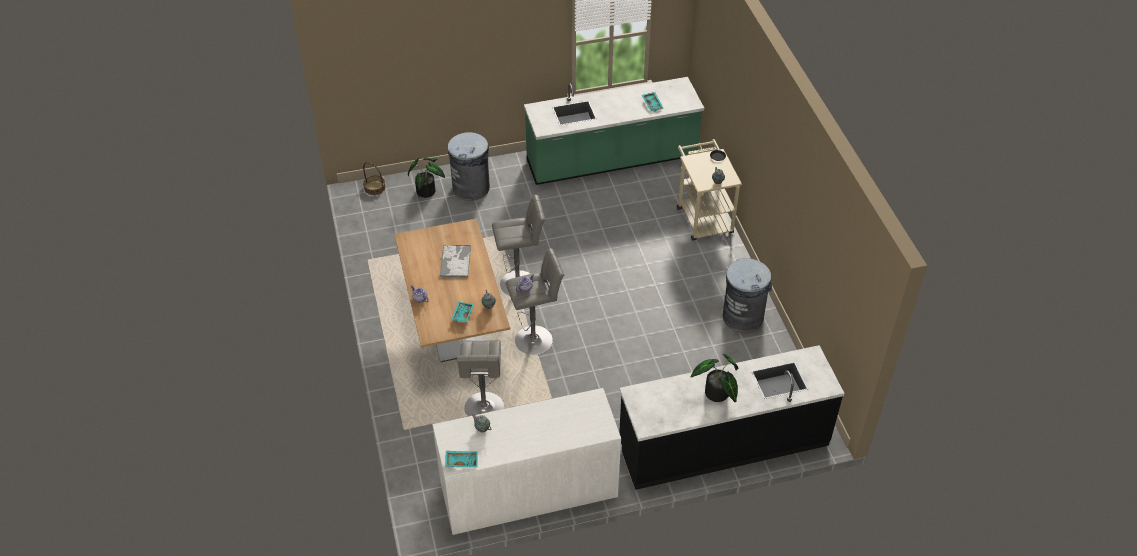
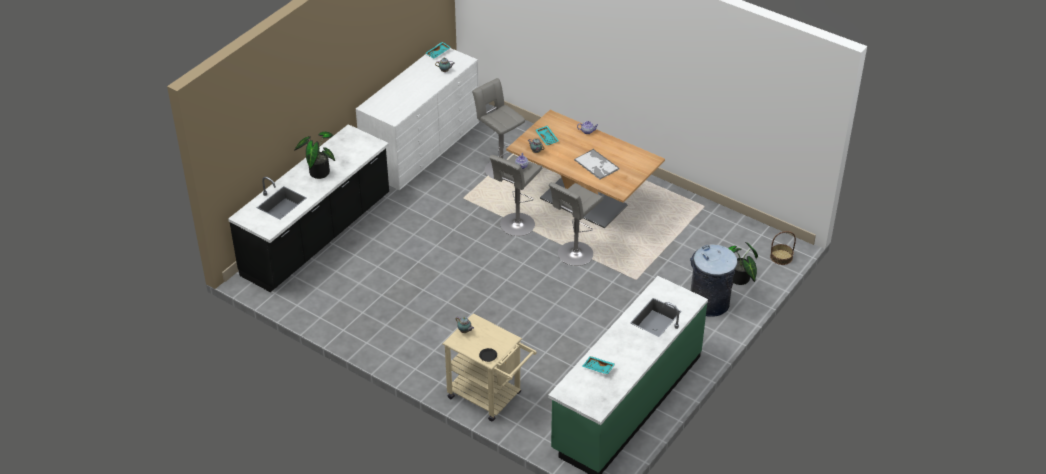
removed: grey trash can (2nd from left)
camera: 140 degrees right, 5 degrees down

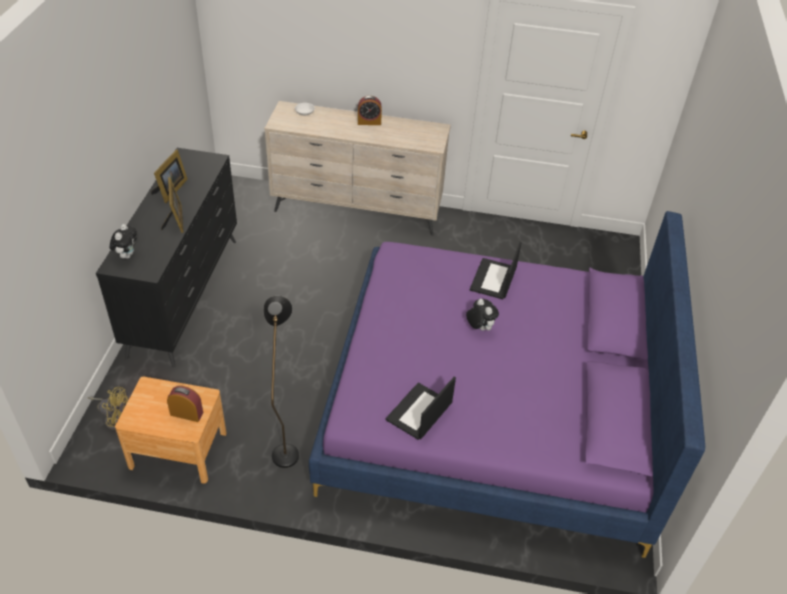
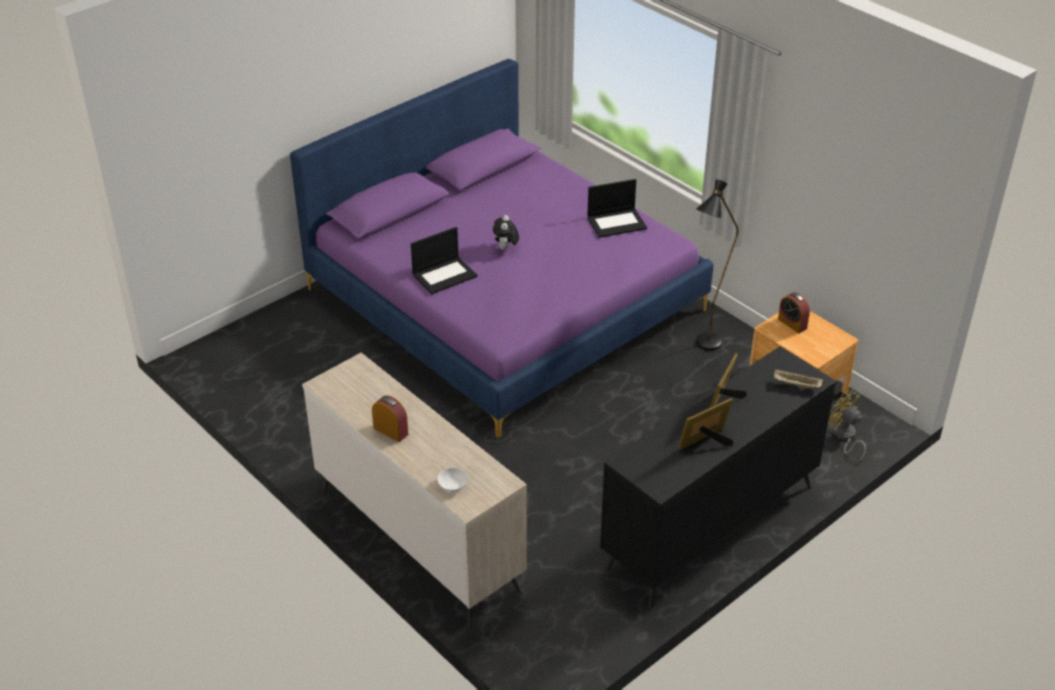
replaced: plush toy (1st from left) to beige tray
camera: 140 degrees left, 5 degrees down

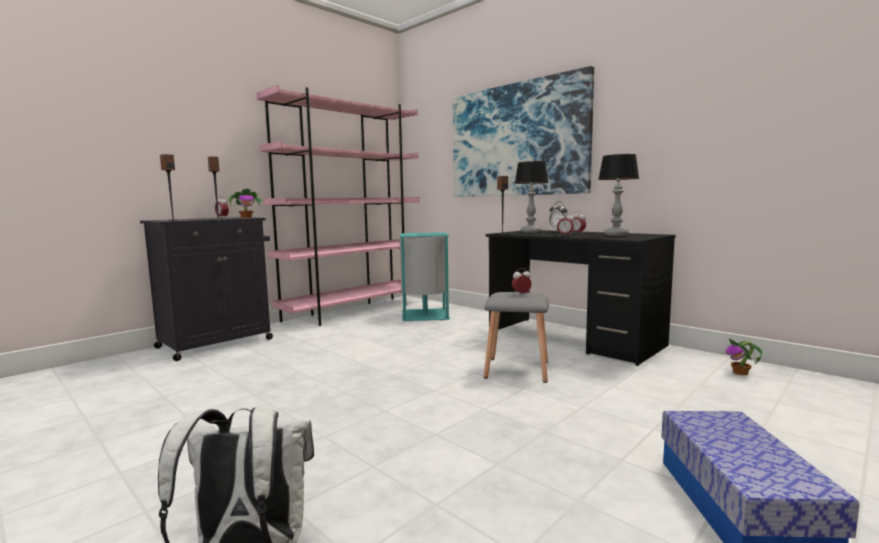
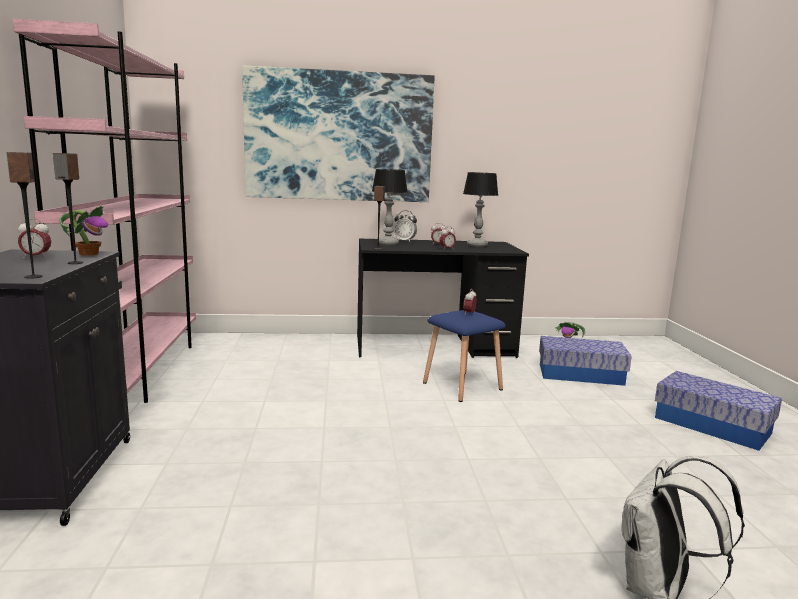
removed: turquoise trash can
added: storage box (1st from left)
recoloured: grey stool to blue stool
camera: 50 degrees left, 5 degrees up

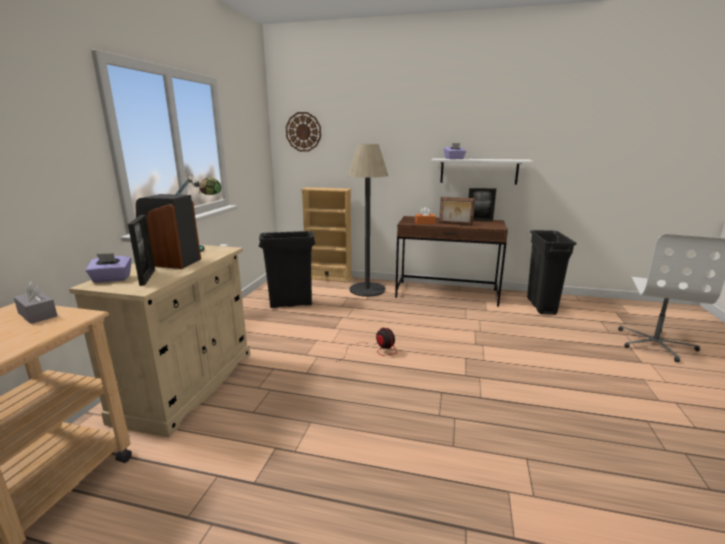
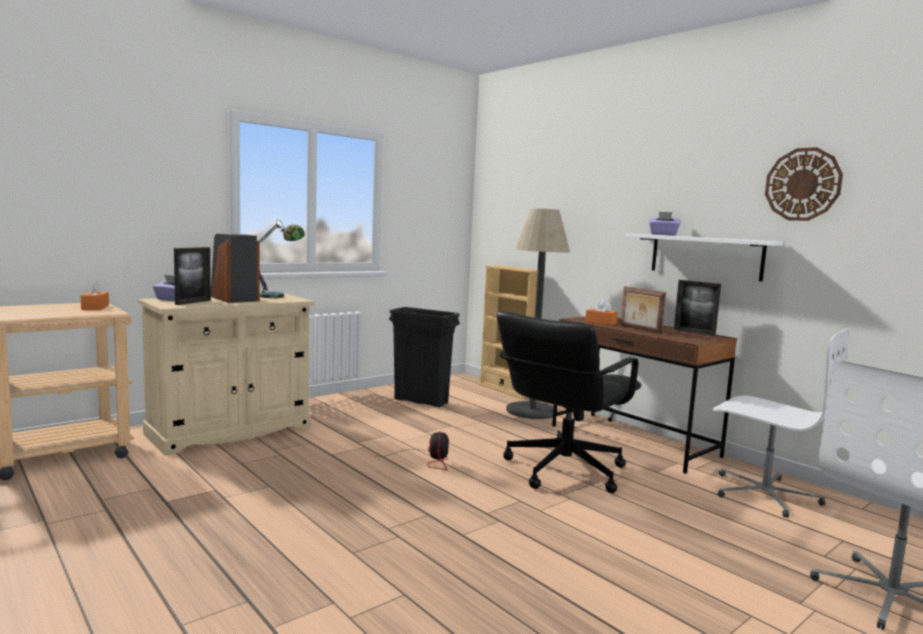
added: black office chair
moved: wall clock
replaced: black trash can (2nd from left) to white office chair (1st from left)
recoloured: grey tissue box to orange tissue box (1st from left)
camera: 35 degrees right, 10 degrees down

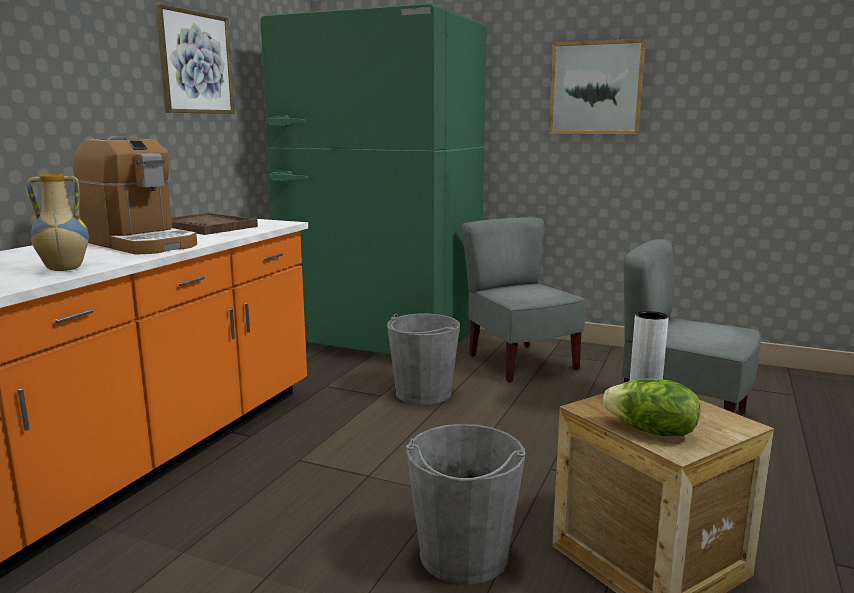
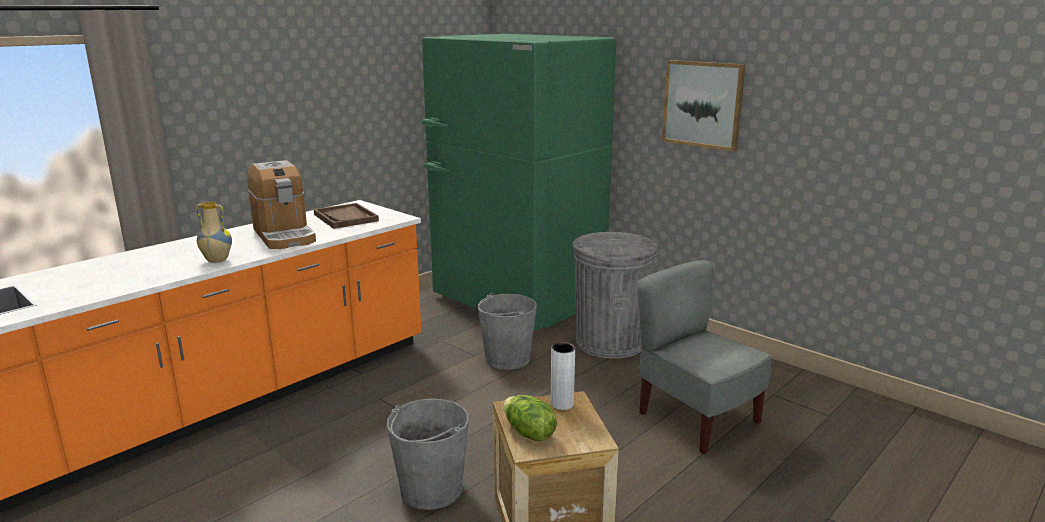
removed: picture (1st from left)
replaced: grey chair (1st from left) to grey trash can
camera: 20 degrees right, 5 degrees up

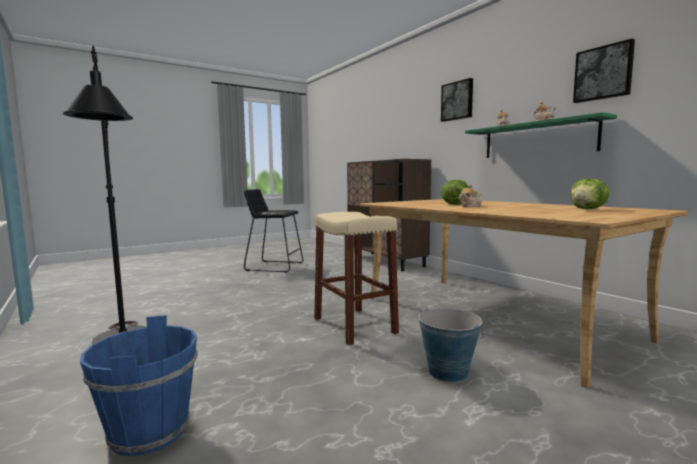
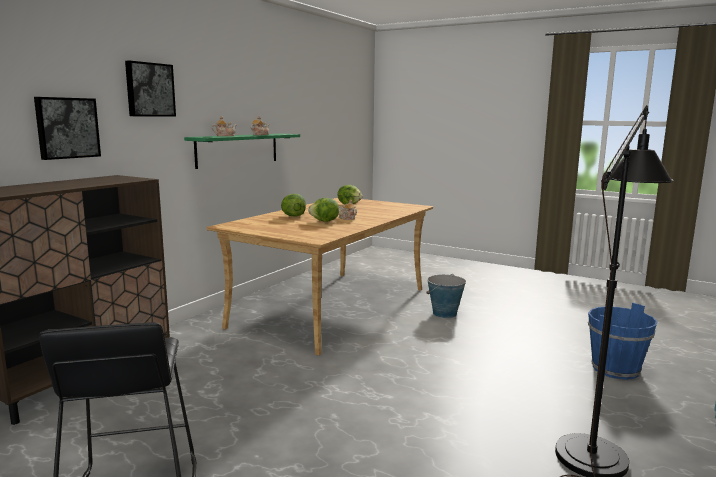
removed: beige stool
added: lettuce (1st from left)
moved: picture (2nd from left in the first image) to picture (1st from left)
camera: 115 degrees left, 5 degrees up

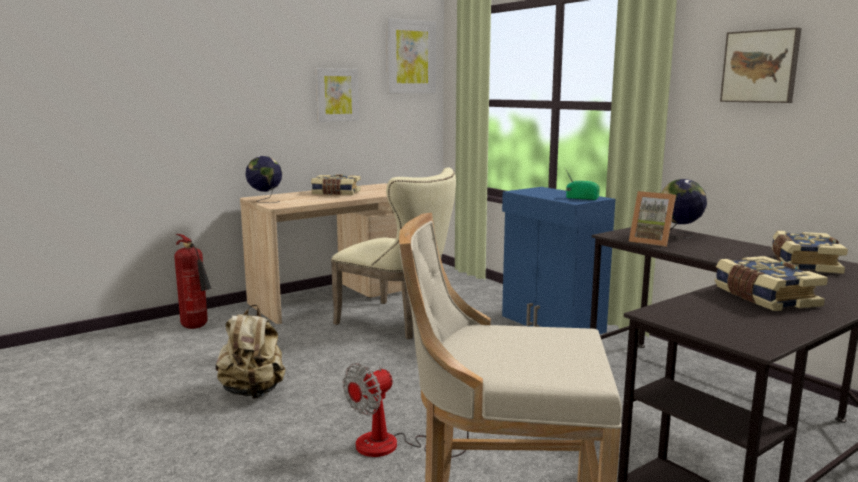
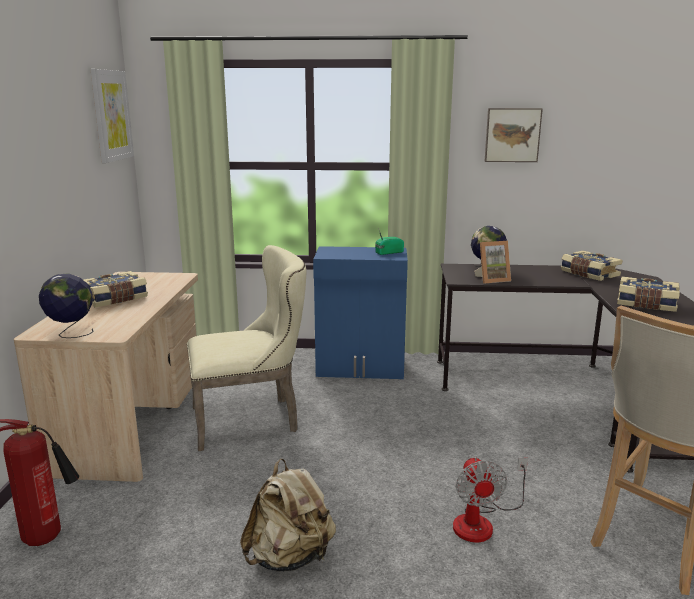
removed: picture (1st from left)
camera: 50 degrees left, 5 degrees up

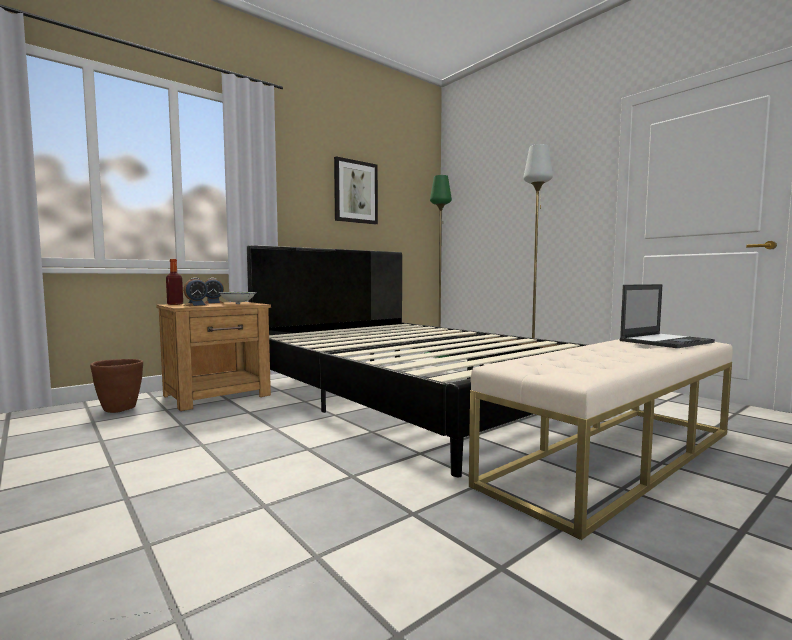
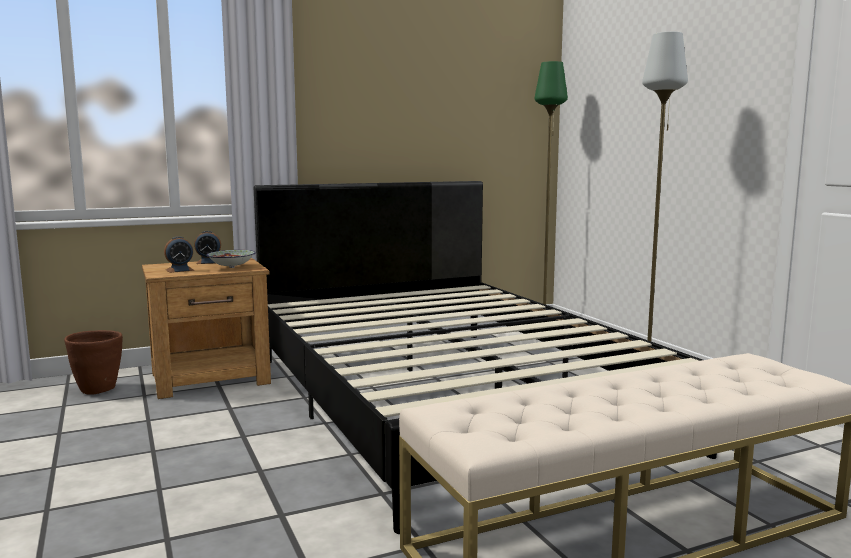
removed: bottle; picture; laptop
camera: 15 degrees right, 5 degrees up

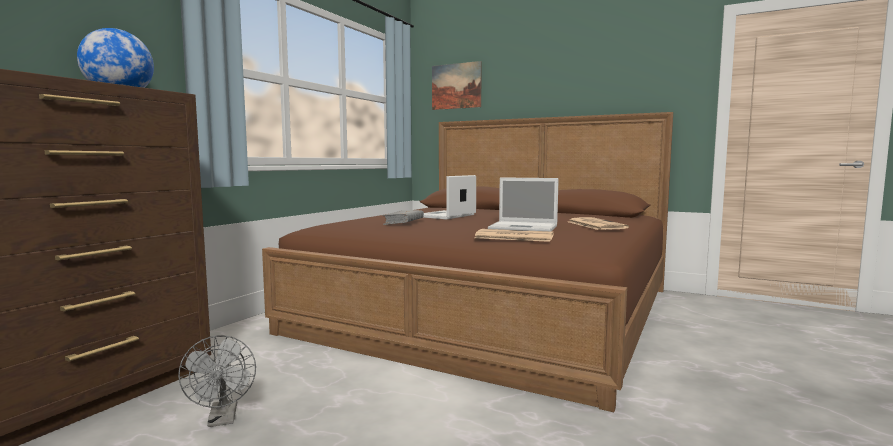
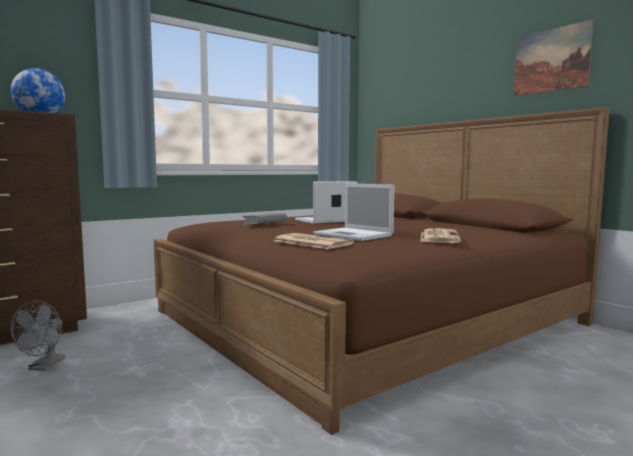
moved: picture
camera: 25 degrees right, 0 degrees up

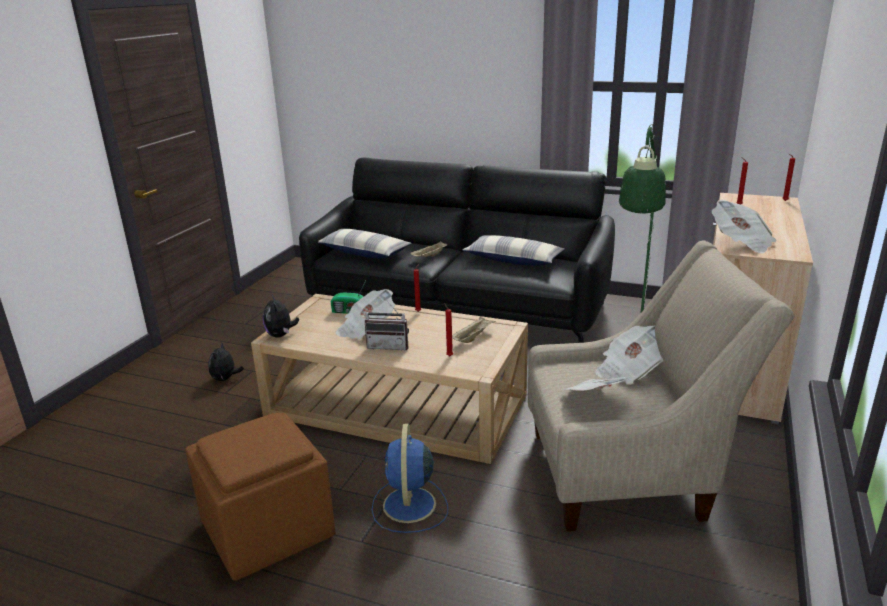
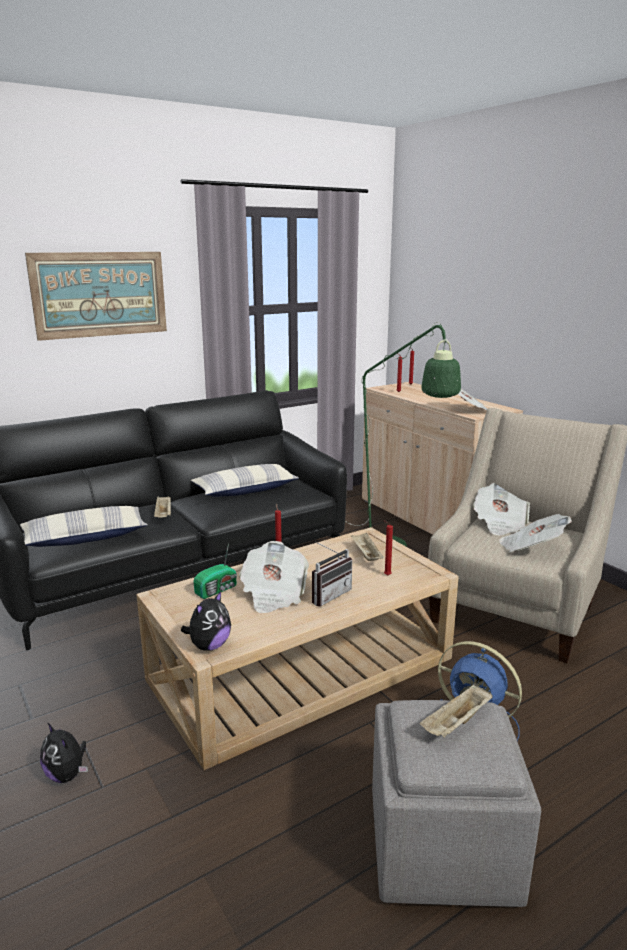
added: picture; beige tray (3rd from left)
recoloured: brown ottoman to grey ottoman
turned: plush toy (2nd from left) 75 degrees counterclockwise
camera: 55 degrees left, 5 degrees down

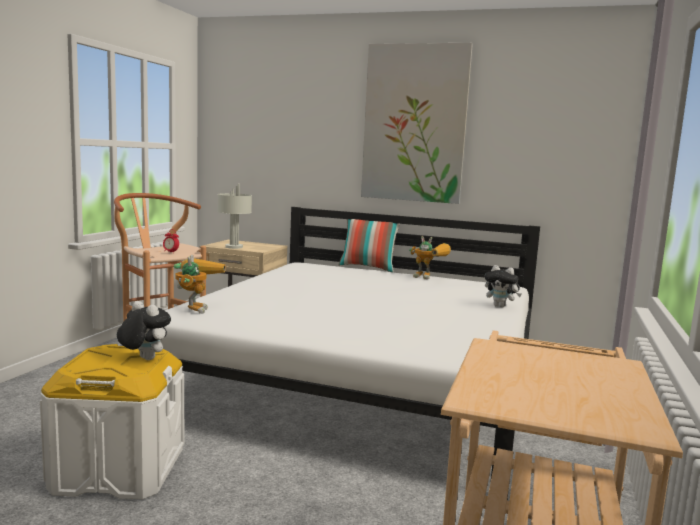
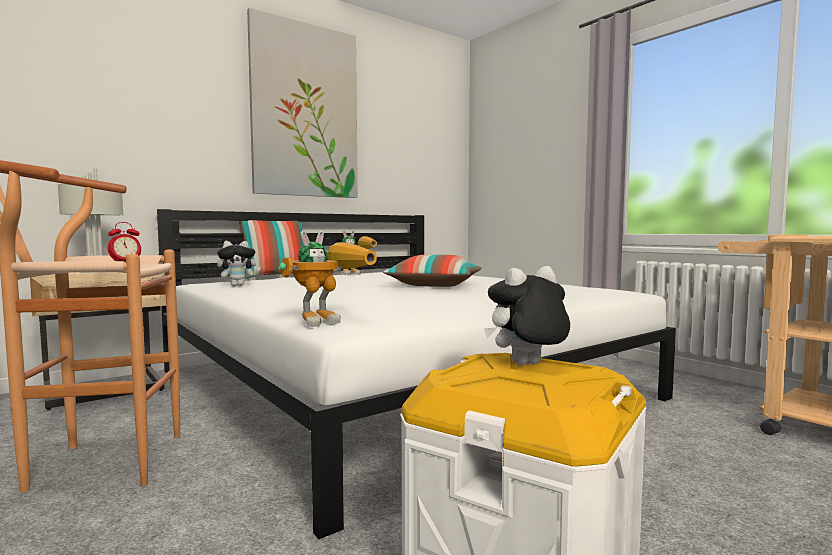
added: pillow (2nd from left)
moved: plush toy (2nd from left in the first image) to plush toy (1st from left)
turned: toy robot (1st from left) 105 degrees clockwise
camera: 55 degrees left, 5 degrees down

